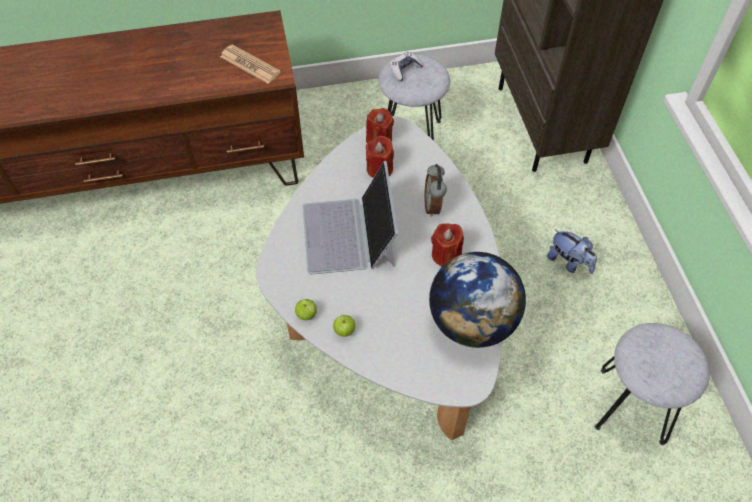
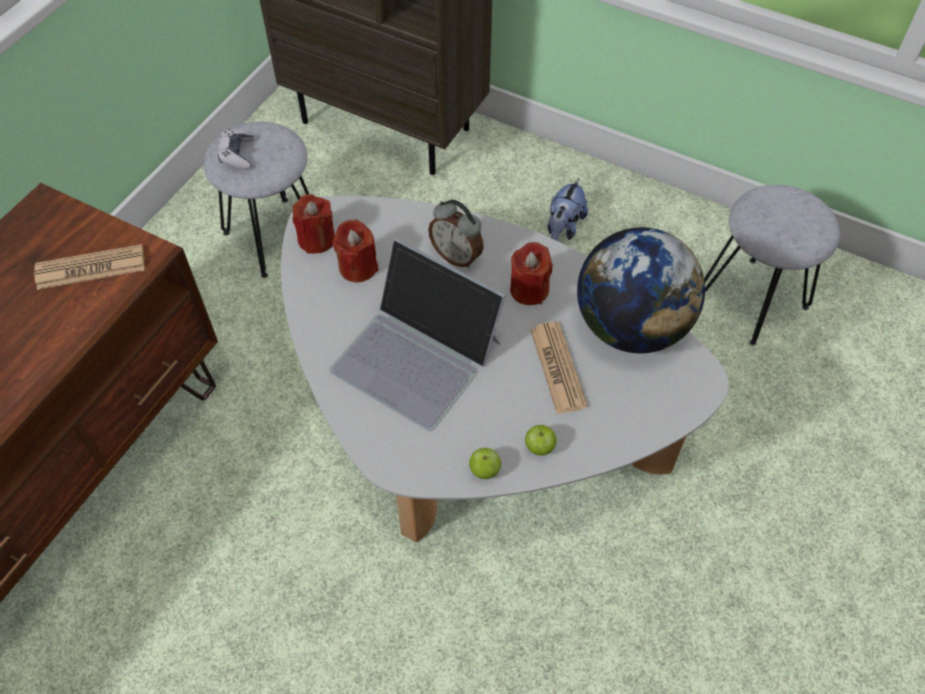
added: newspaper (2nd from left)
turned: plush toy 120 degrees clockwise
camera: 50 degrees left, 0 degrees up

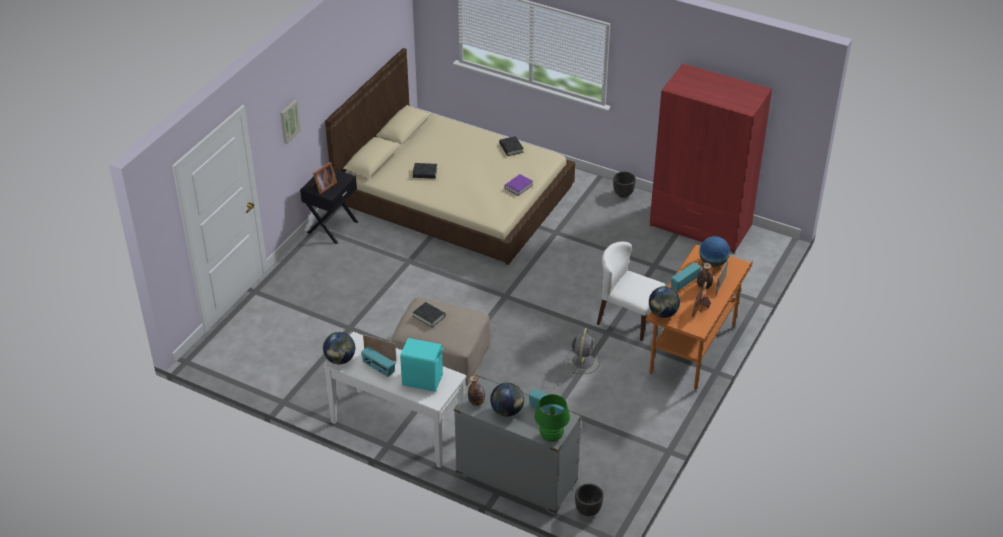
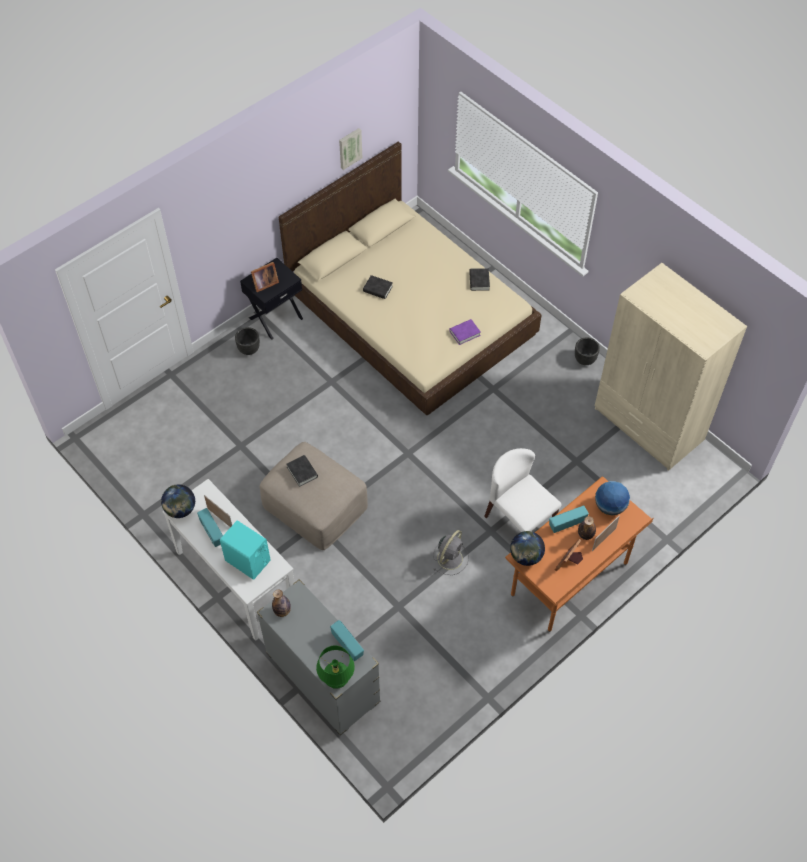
removed: globe (2nd from left)
moved: picture; black planter (1st from left)
recoloured: red wardrobe to beige wardrobe
camera: 20 degrees right, 15 degrees up

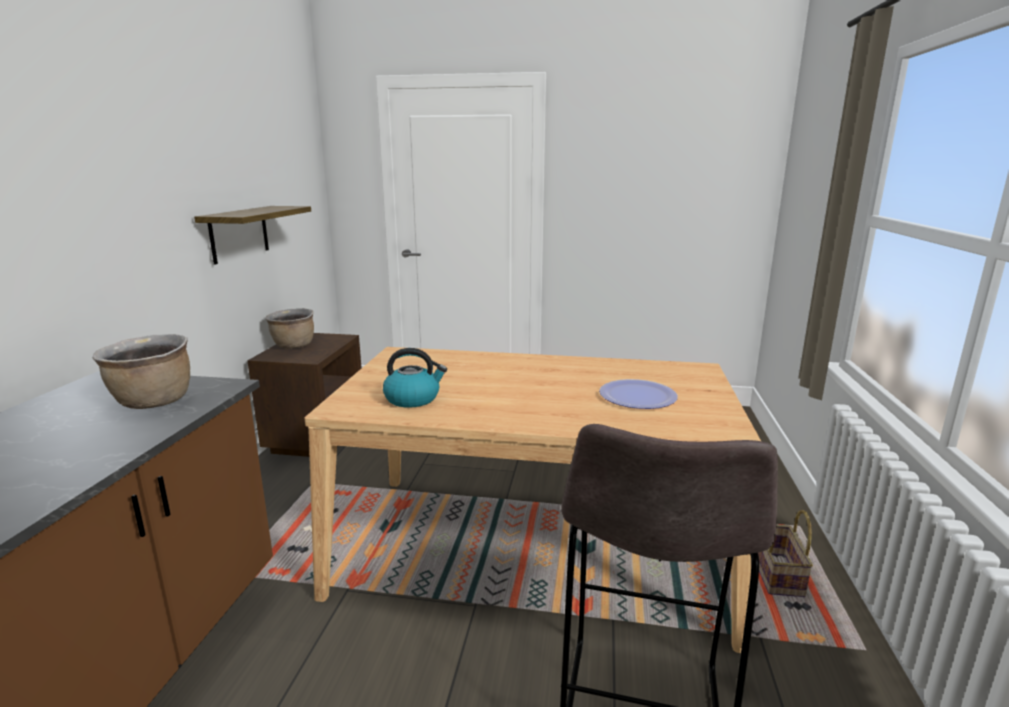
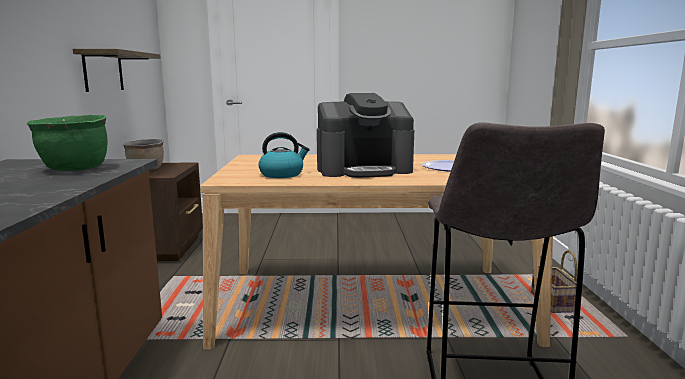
added: coffee machine
recoloured: brown cooking pot (1st from left) to green cooking pot
camera: 10 degrees left, 5 degrees down

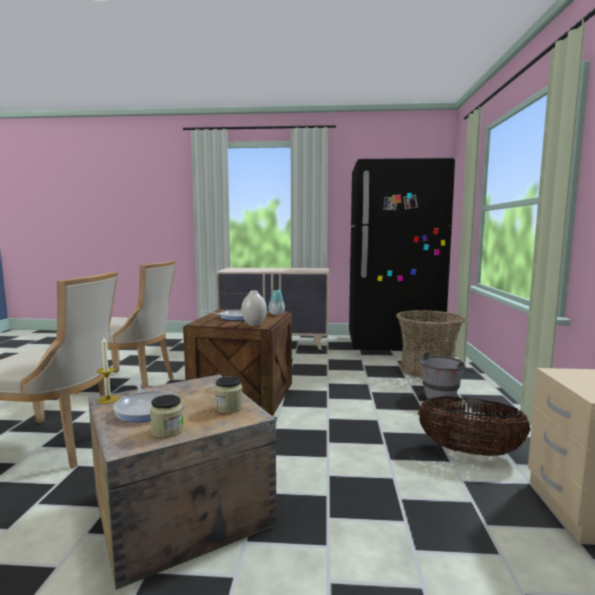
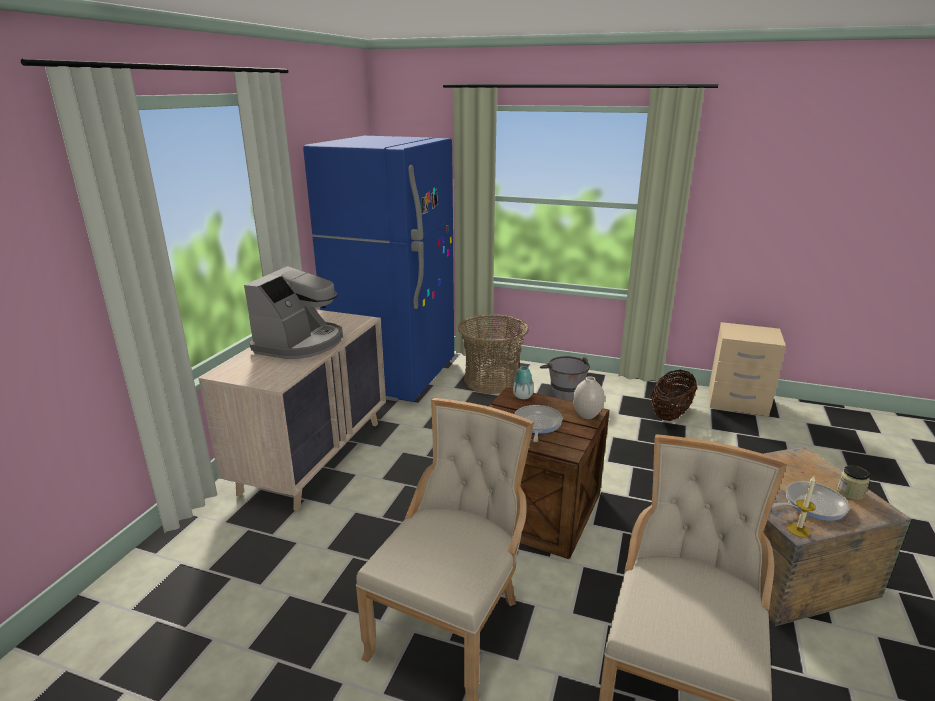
removed: jar (2nd from left)
added: coffee machine
recoloured: black fridge to blue fridge
camera: 75 degrees left, 15 degrees up

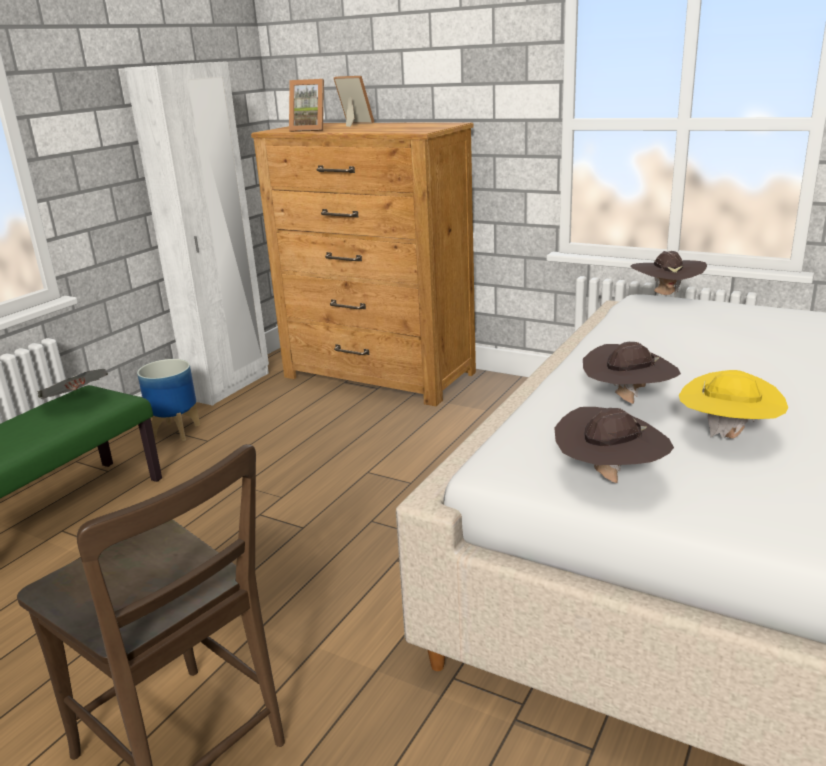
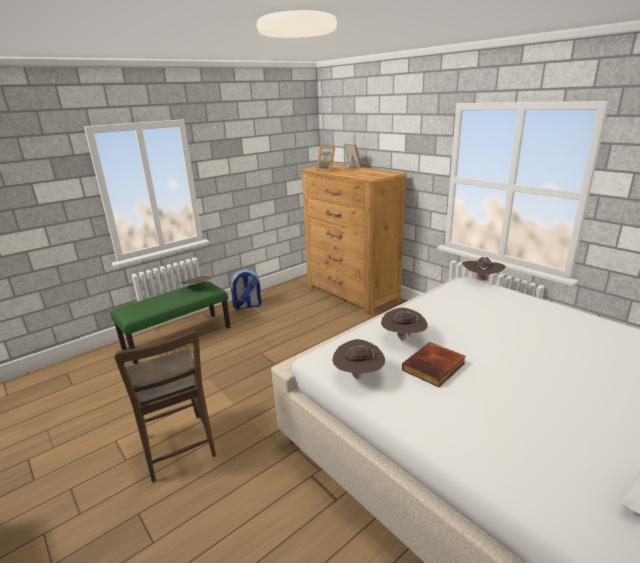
removed: white wardrobe
replaced: planter to backpack; yellow hat to book
camera: 20 degrees right, 0 degrees up

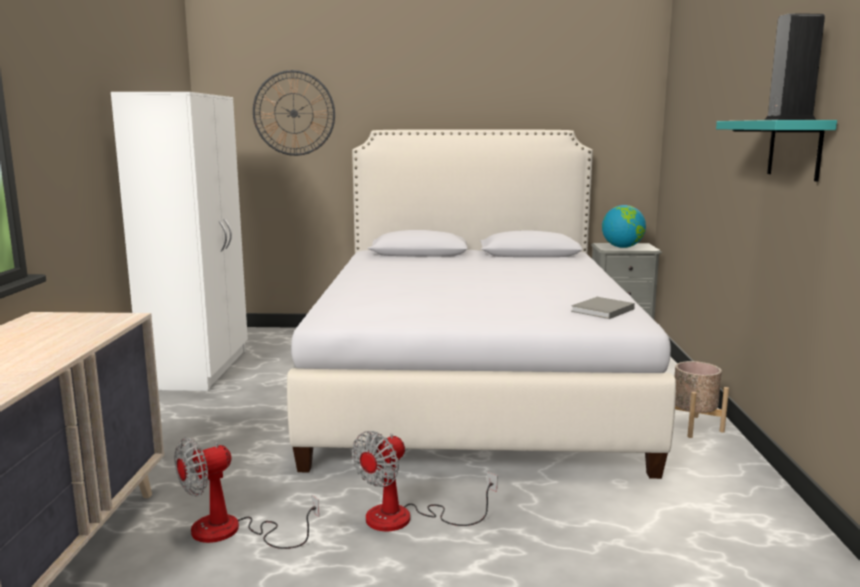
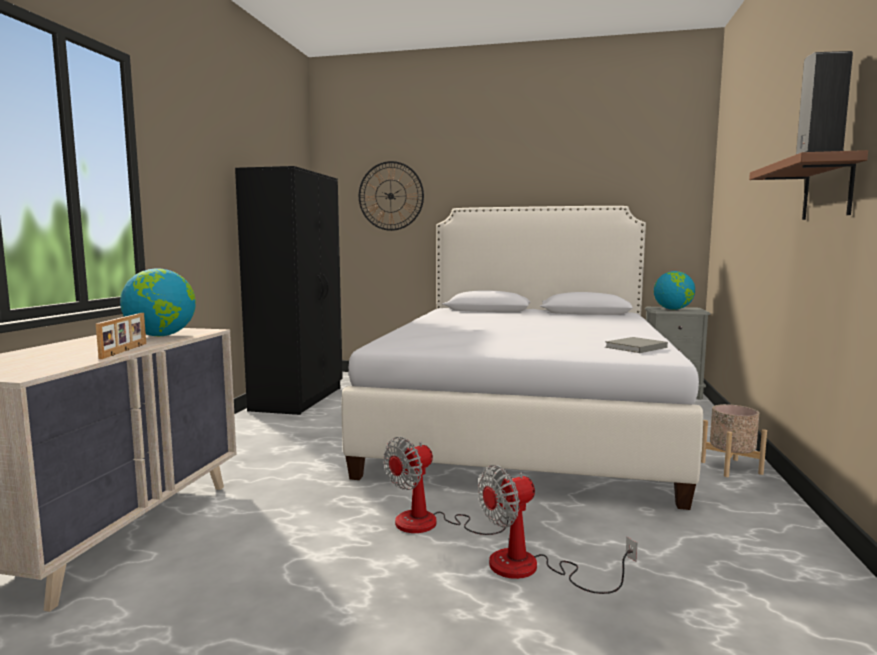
added: picture frame; globe (1st from left)
moved: fan (1st from left in the first image) to fan (2nd from left)
recoloured: white wardrobe to black wardrobe; turquoise shelf to brown shelf
camera: 10 degrees right, 5 degrees down

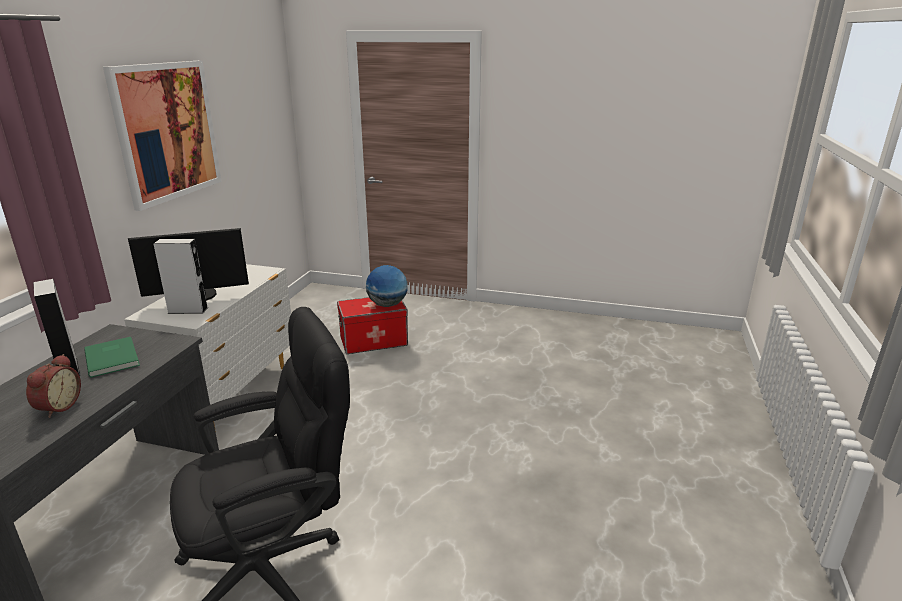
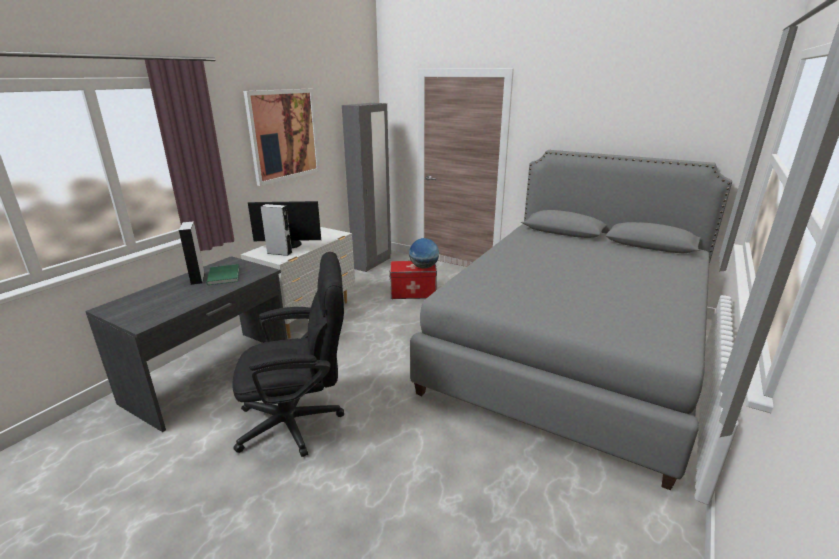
removed: alarm clock
added: grey wardrobe; grey bed
camera: 15 degrees right, 0 degrees up

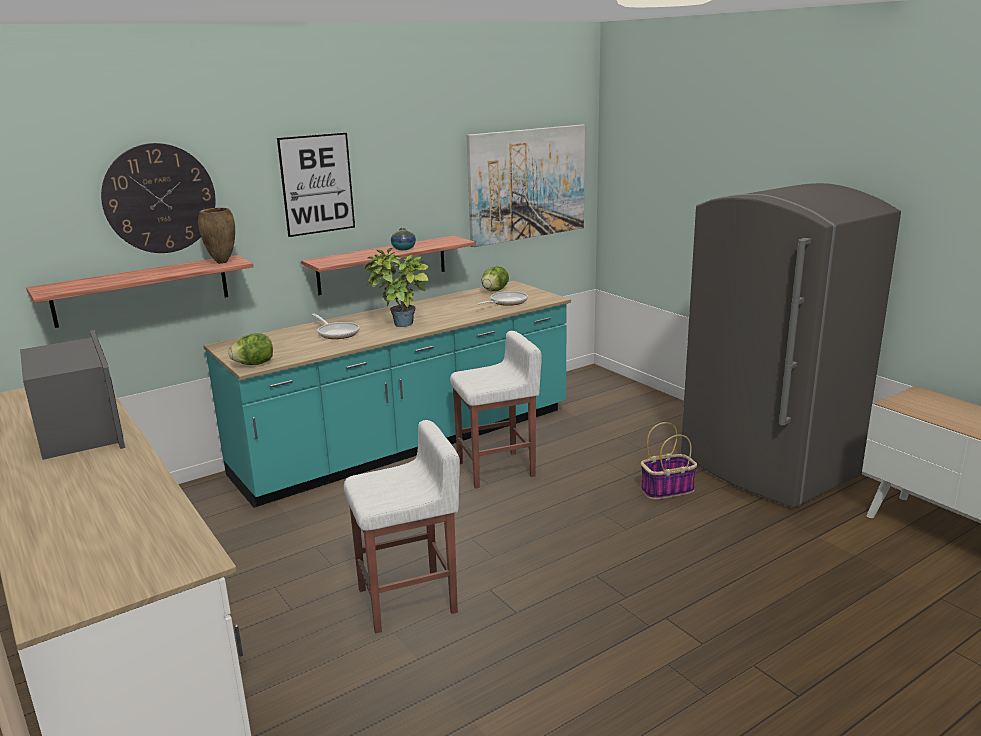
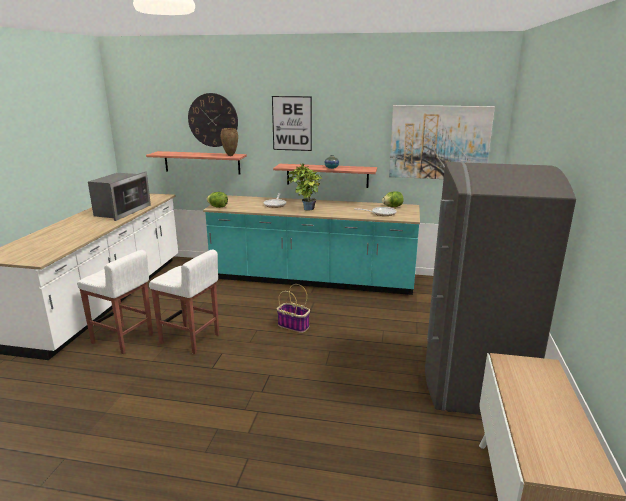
moved: white stool (2nd from left in the first image) to white stool (1st from left); basket
camera: 45 degrees right, 0 degrees up

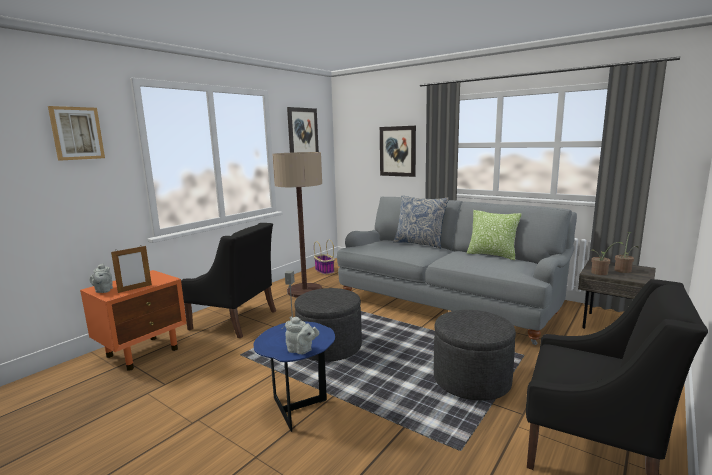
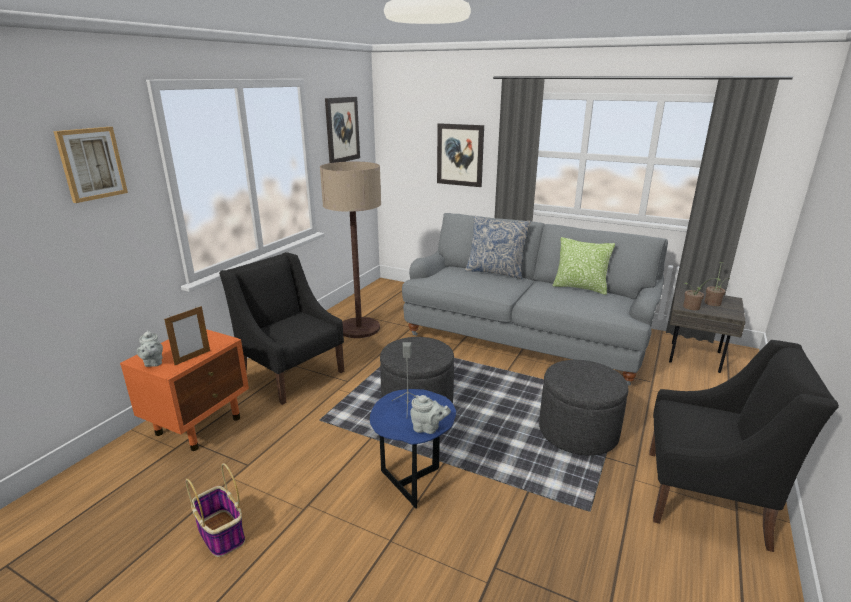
moved: basket
turned: black armchair (1st from left) 150 degrees counterclockwise
camera: 10 degrees left, 10 degrees up

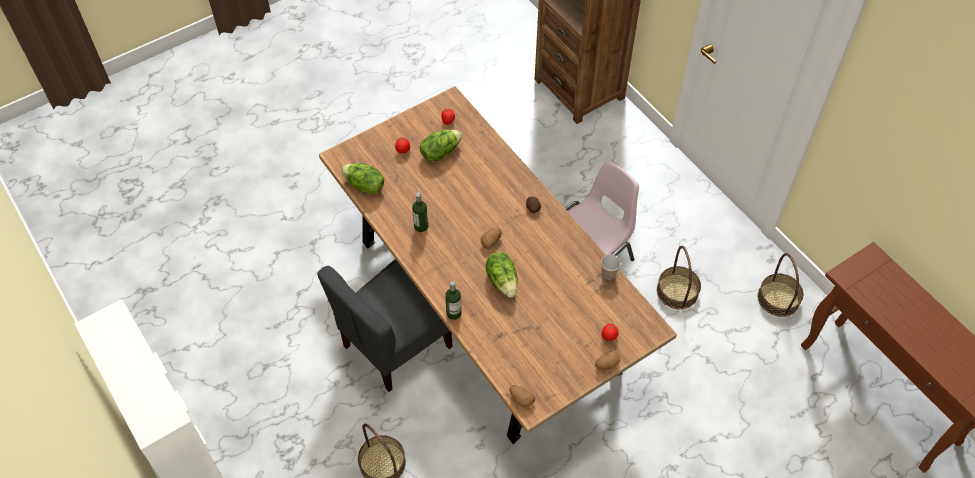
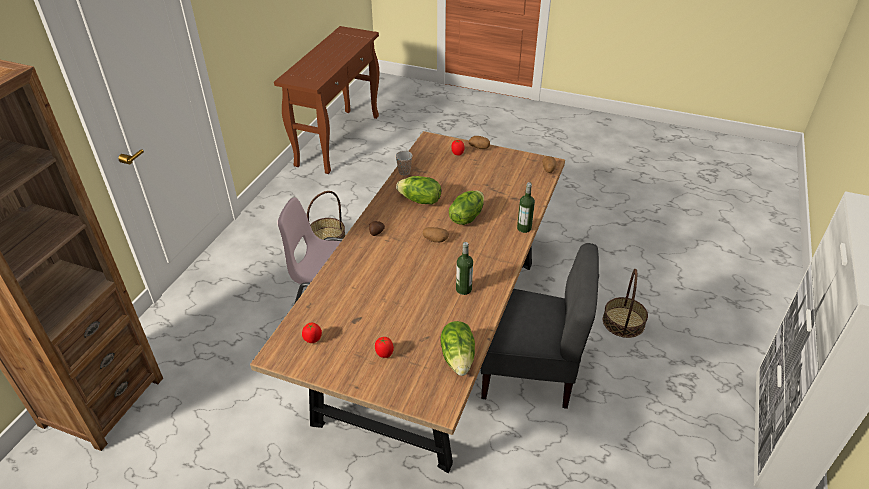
removed: basket (3rd from left)
moved: lettuce (2nd from left in the first image) to lettuce (1st from left)
camera: 125 degrees left, 15 degrees down

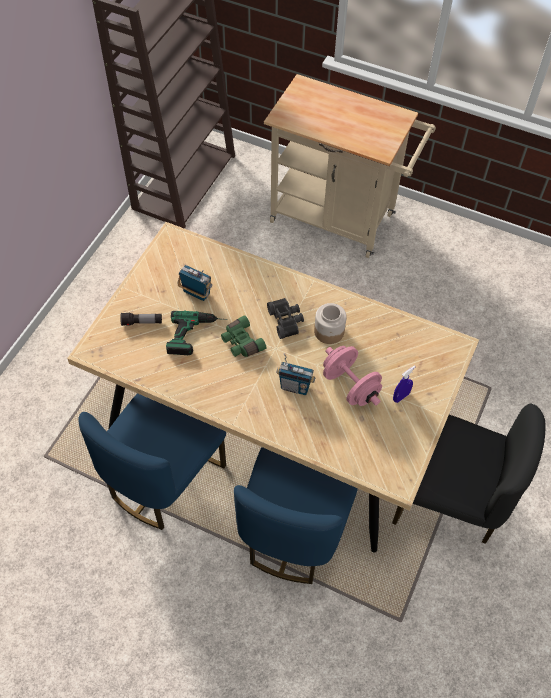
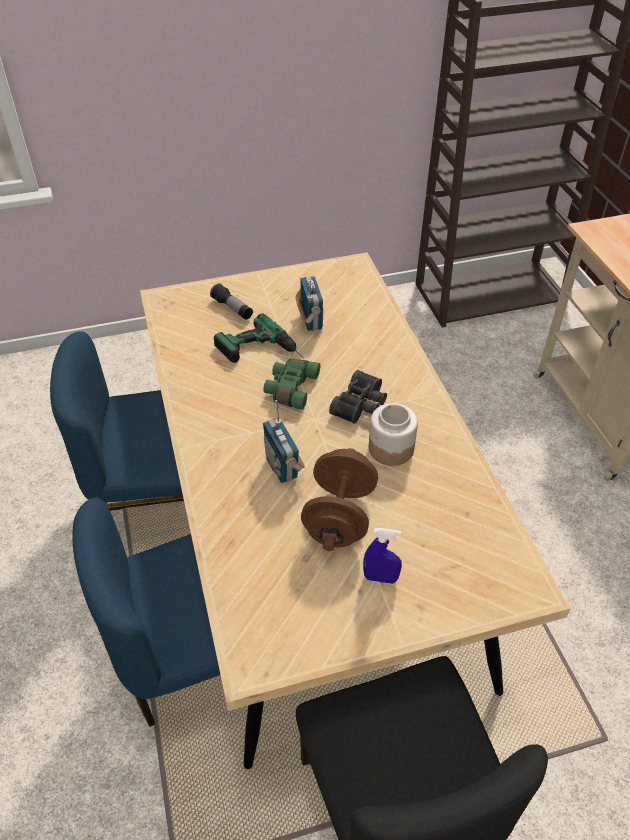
recoloured: pink dumbbell to brown dumbbell
camera: 50 degrees right, 10 degrees down

